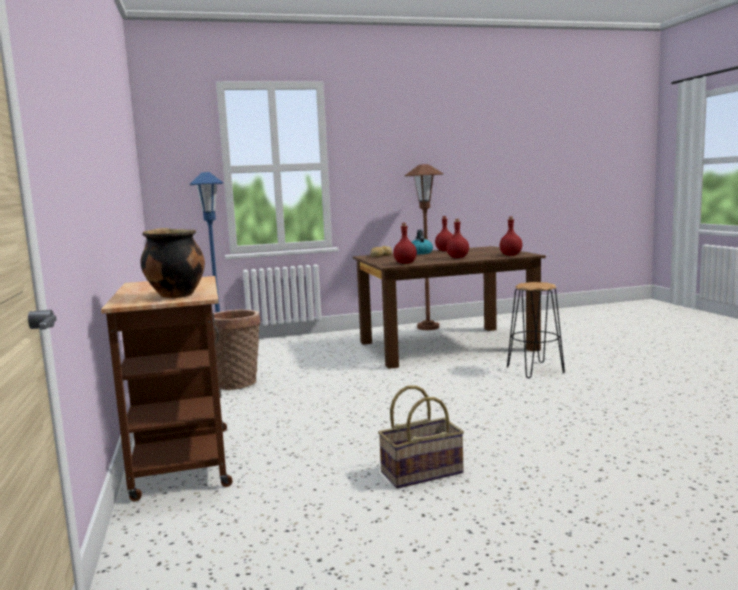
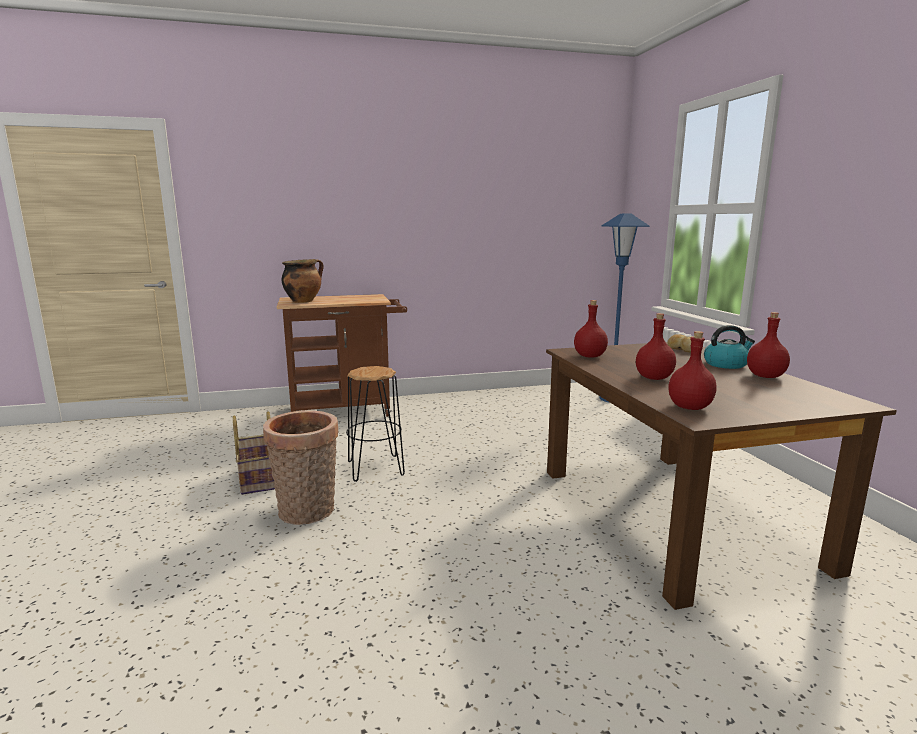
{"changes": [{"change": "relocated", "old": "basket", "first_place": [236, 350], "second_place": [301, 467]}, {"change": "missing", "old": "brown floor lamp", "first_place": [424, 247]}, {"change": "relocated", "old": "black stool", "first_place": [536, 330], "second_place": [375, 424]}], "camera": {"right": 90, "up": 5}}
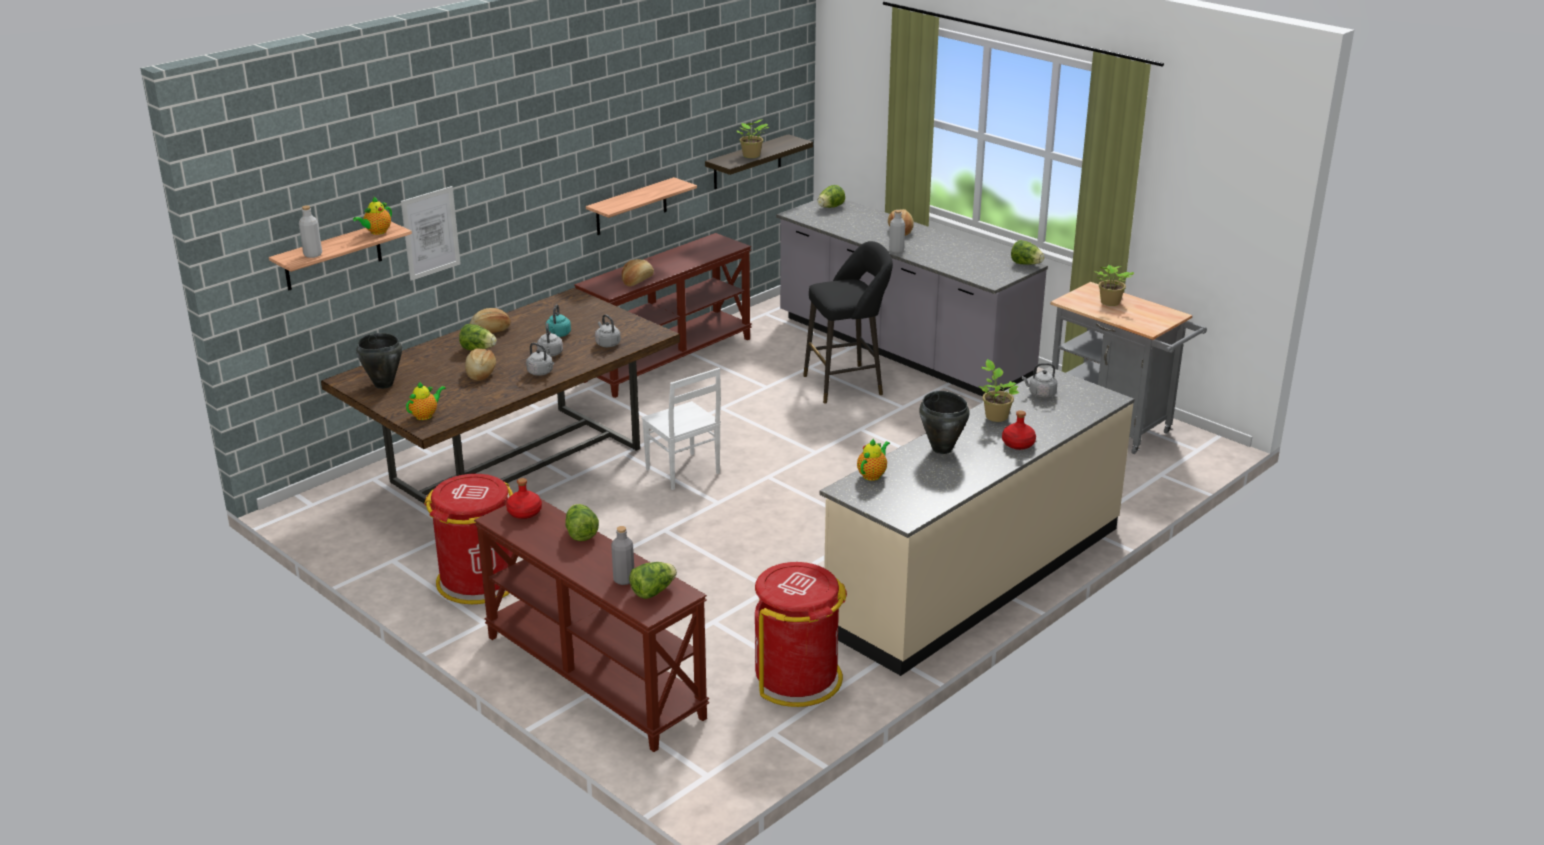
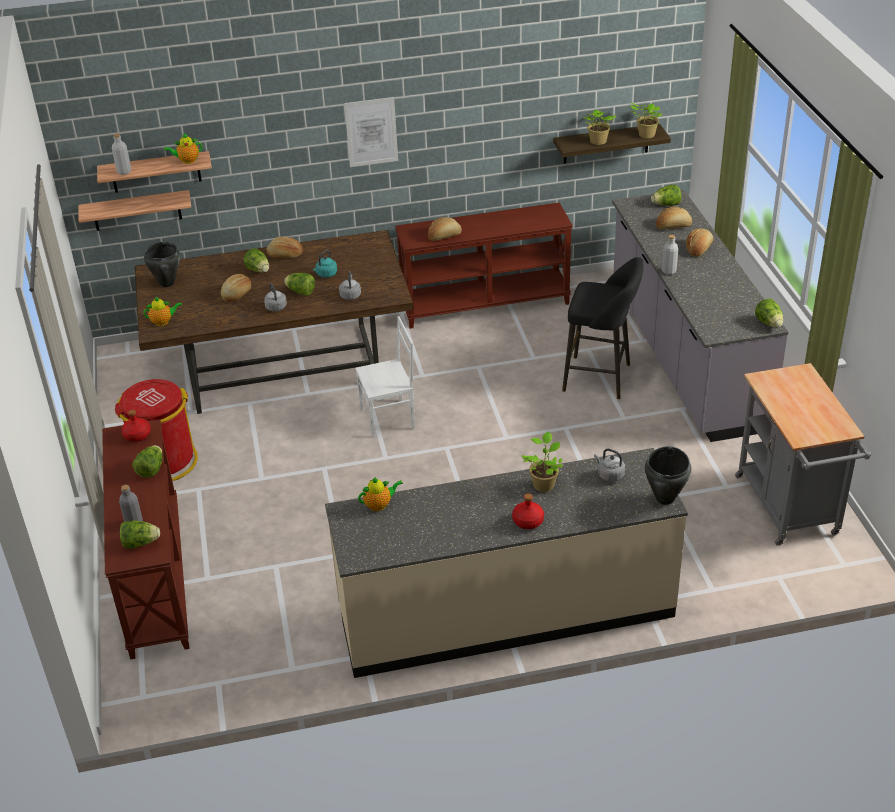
{"changes": [{"change": "relocated", "old": "picture", "first_place": [431, 233], "second_place": [371, 132]}, {"change": "exchanged", "old": "grey kettle", "new": "lettuce", "first_place": [550, 340], "second_place": [299, 284]}, {"change": "relocated", "old": "shelf", "first_place": [641, 206], "second_place": [135, 210]}, {"change": "spun", "old": "white chair", "first_place": [681, 429], "second_place": [385, 377], "degrees": -105}, {"change": "missing", "old": "red trash can", "first_place": [801, 634]}, {"change": "relocated", "old": "black cooking pot", "first_place": [944, 422], "second_place": [668, 475]}, {"change": "relocated", "old": "potted plant", "first_place": [1114, 285], "second_place": [645, 120]}, {"change": "appeared", "new": "bread", "second_place": [674, 218]}], "camera": {"right": 35, "up": 10}}
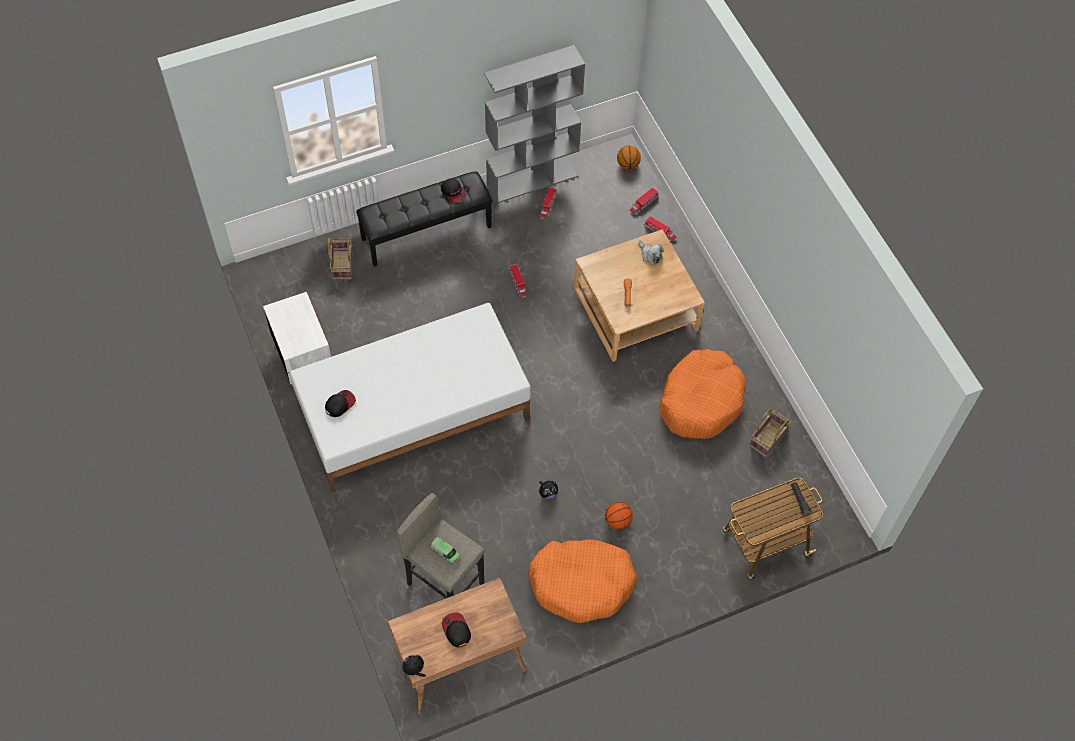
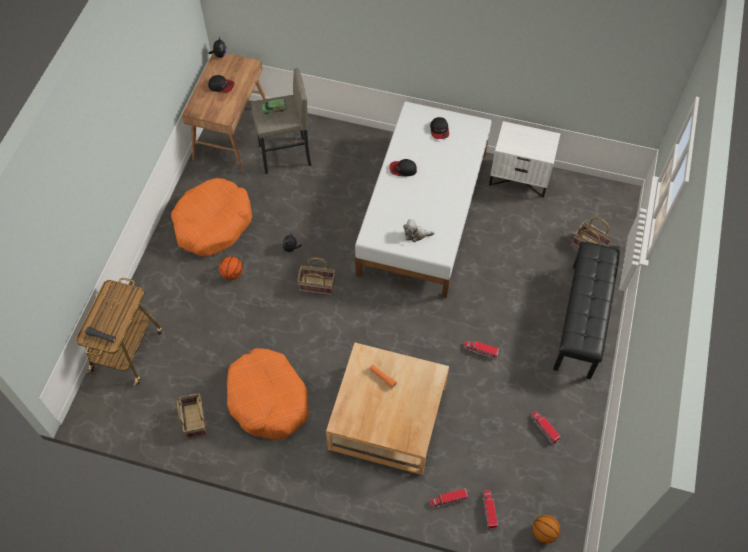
{"changes": [{"change": "relocated", "old": "cap", "first_place": [454, 190], "second_place": [403, 167]}, {"change": "missing", "old": "grey bookcase", "first_place": [534, 124]}, {"change": "relocated", "old": "plush toy", "first_place": [651, 252], "second_place": [419, 230]}, {"change": "appeared", "new": "basket", "second_place": [316, 277]}], "camera": {"right": 130, "up": 0}}
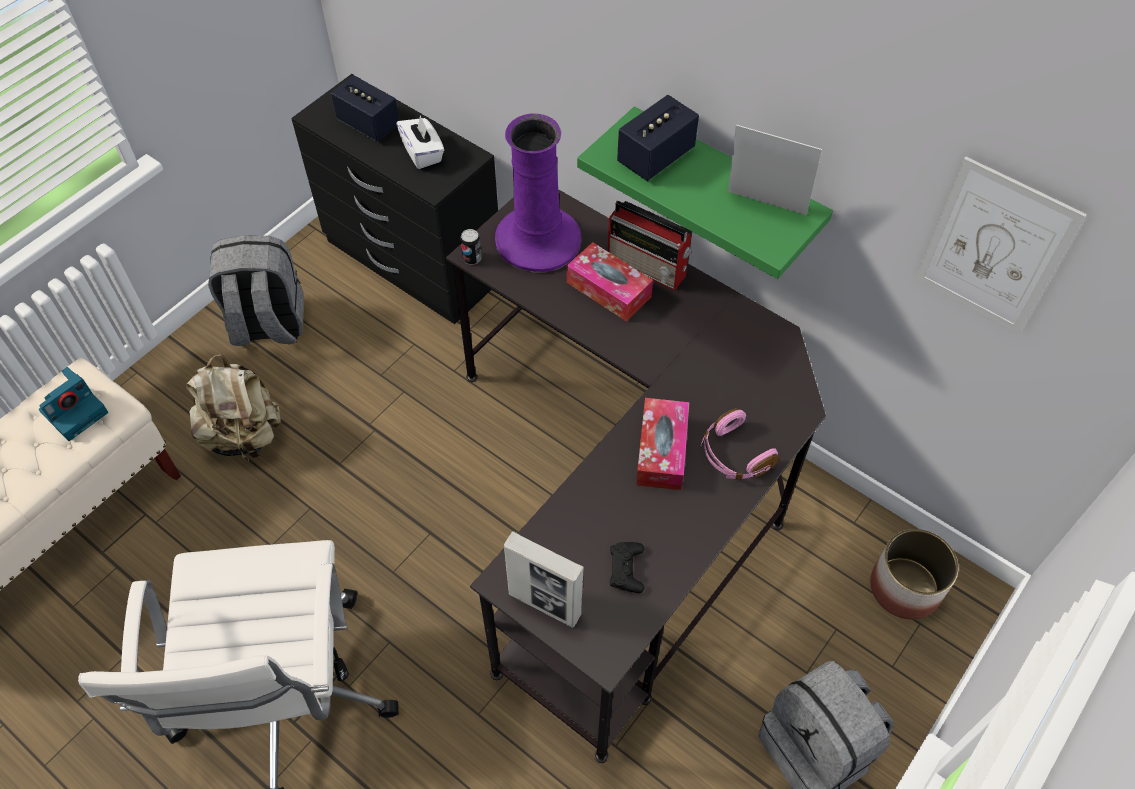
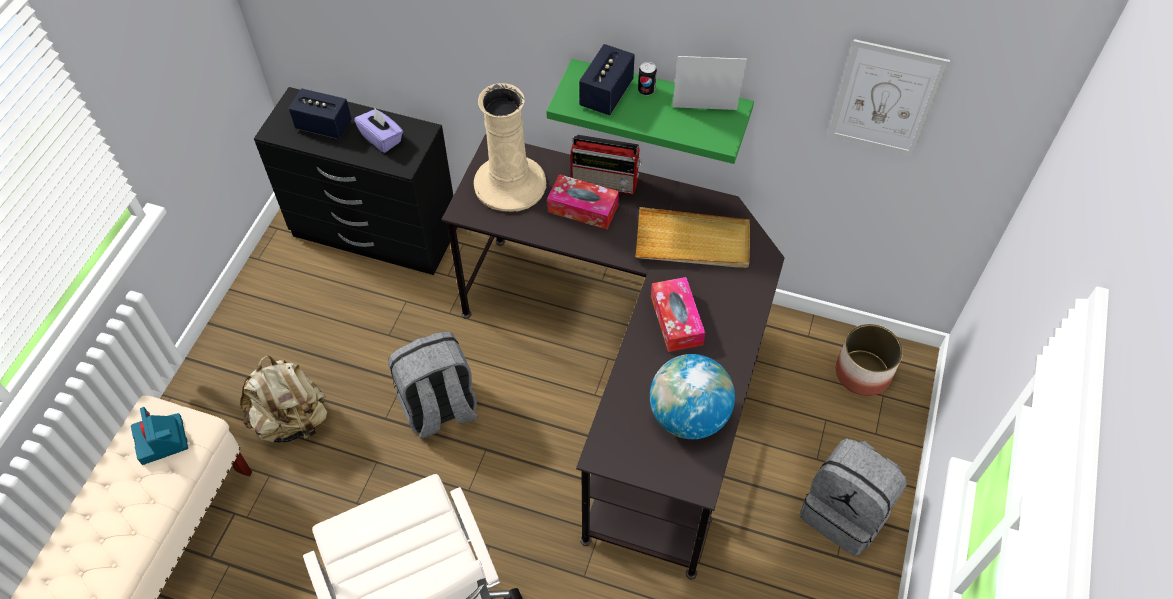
{"changes": [{"change": "spun", "old": "photo camera", "first_place": [73, 404], "second_place": [159, 436], "degrees": 135}, {"change": "relocated", "old": "grey backpack", "first_place": [256, 290], "second_place": [433, 385]}, {"change": "colour", "old": "white tissue box", "new": "purple tissue box", "first_place": [420, 142], "second_place": [378, 130]}, {"change": "relocated", "old": "can", "first_place": [471, 247], "second_place": [647, 79]}, {"change": "colour", "old": "purple vase", "new": "beige vase", "first_place": [538, 193], "second_place": [510, 147]}, {"change": "missing", "old": "picture frame", "first_place": [544, 579]}, {"change": "exchanged", "old": "black game controller", "new": "globe", "first_place": [627, 567], "second_place": [692, 396]}, {"change": "missing", "old": "pink headphones", "first_place": [740, 443]}, {"change": "appeared", "new": "beige tray", "second_place": [692, 237]}], "camera": {"right": -20, "up": 0}}
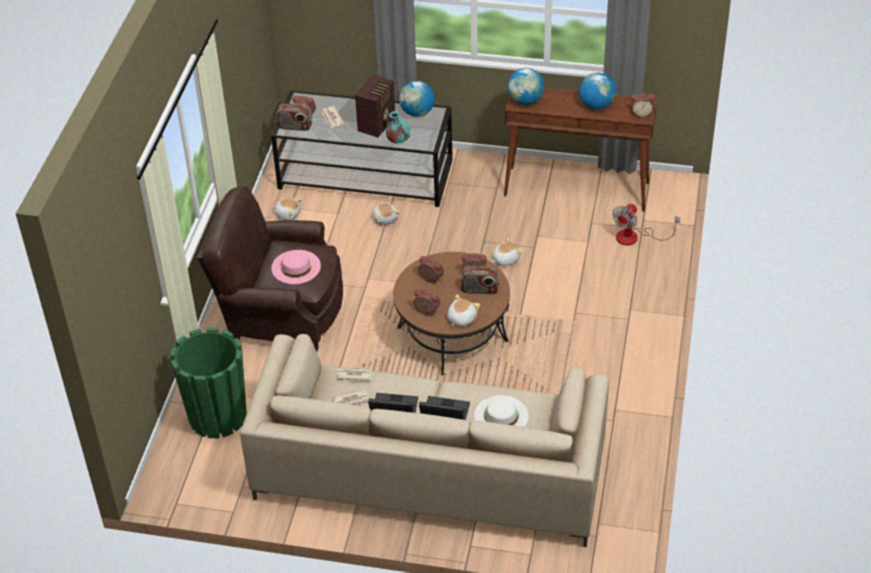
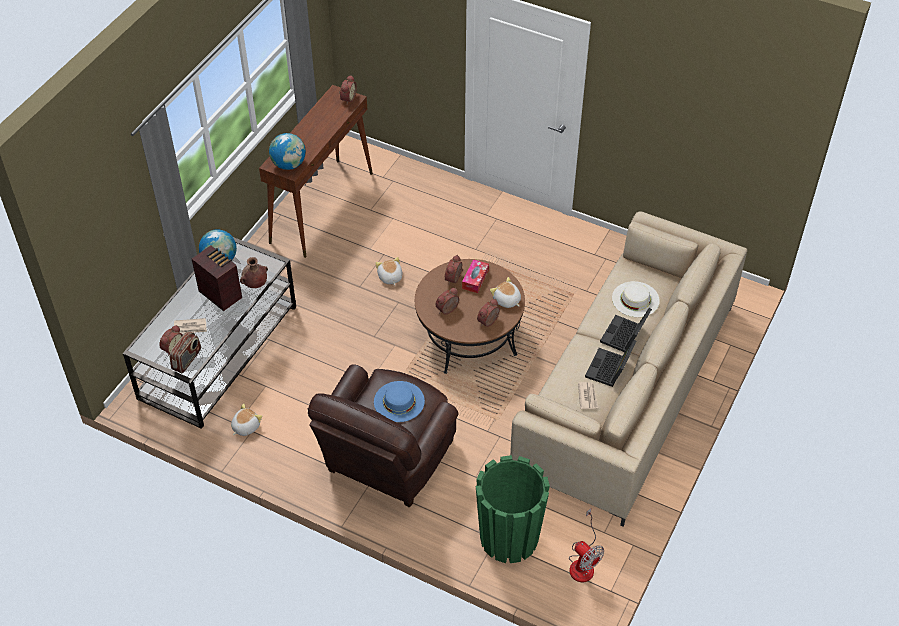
{"changes": [{"change": "colour", "old": "pink hat", "new": "blue hat", "first_place": [296, 267], "second_place": [399, 401]}, {"change": "missing", "old": "newspaper", "first_place": [354, 374]}, {"change": "missing", "old": "plush toy", "first_place": [386, 214]}, {"change": "colour", "old": "turquoise vase", "new": "brown vase", "first_place": [397, 127], "second_place": [254, 272]}, {"change": "exchanged", "old": "radio", "new": "tissue box", "first_place": [479, 280], "second_place": [475, 276]}, {"change": "missing", "old": "globe", "first_place": [597, 91]}, {"change": "relocated", "old": "fan", "first_place": [646, 225], "second_place": [586, 545]}], "camera": {"right": -75, "up": 5}}
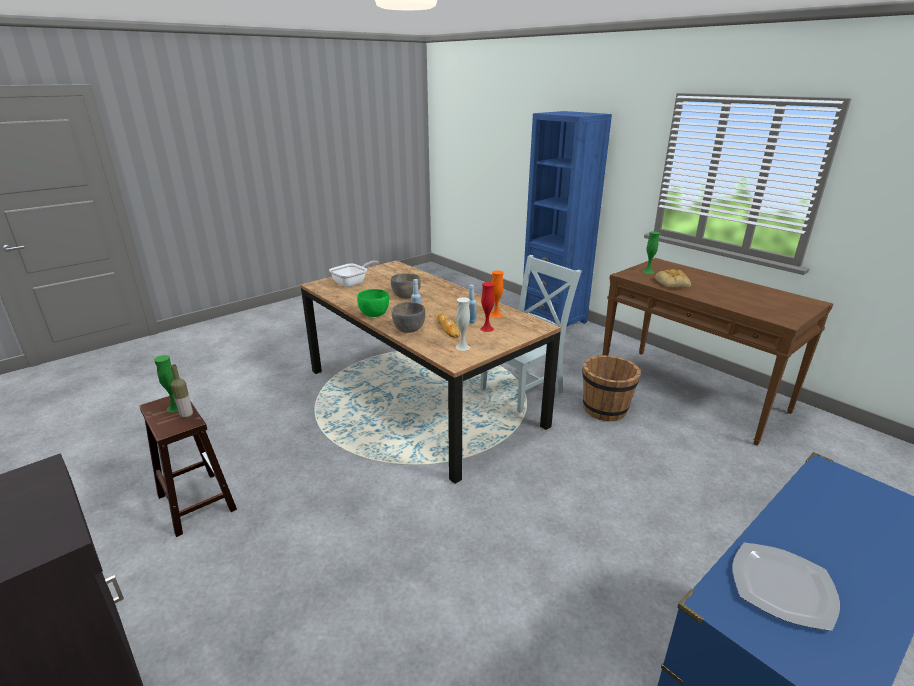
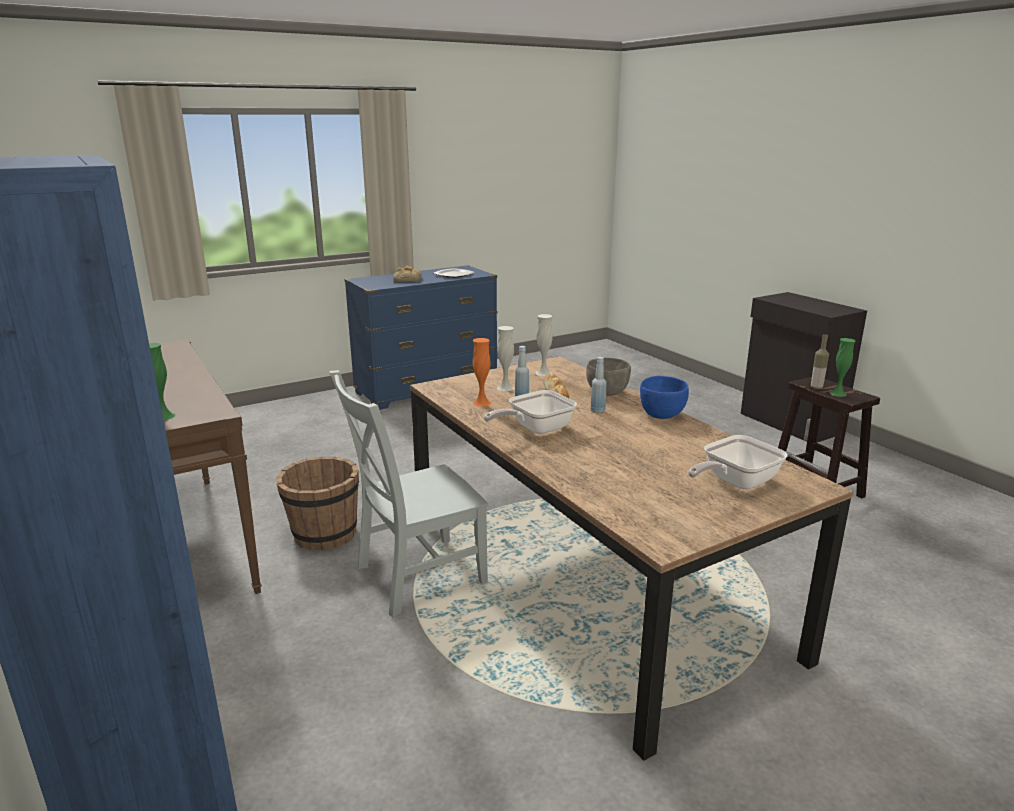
{"changes": [{"change": "colour", "old": "green bowl", "new": "blue bowl", "first_place": [373, 303], "second_place": [664, 397]}, {"change": "missing", "old": "grey bowl", "first_place": [406, 286]}, {"change": "colour", "old": "red vase", "new": "white vase", "first_place": [487, 307], "second_place": [506, 358]}, {"change": "relocated", "old": "bread", "first_place": [673, 278], "second_place": [407, 274]}, {"change": "appeared", "new": "frying pan", "second_place": [530, 412]}], "camera": {"right": -170, "up": -5}}
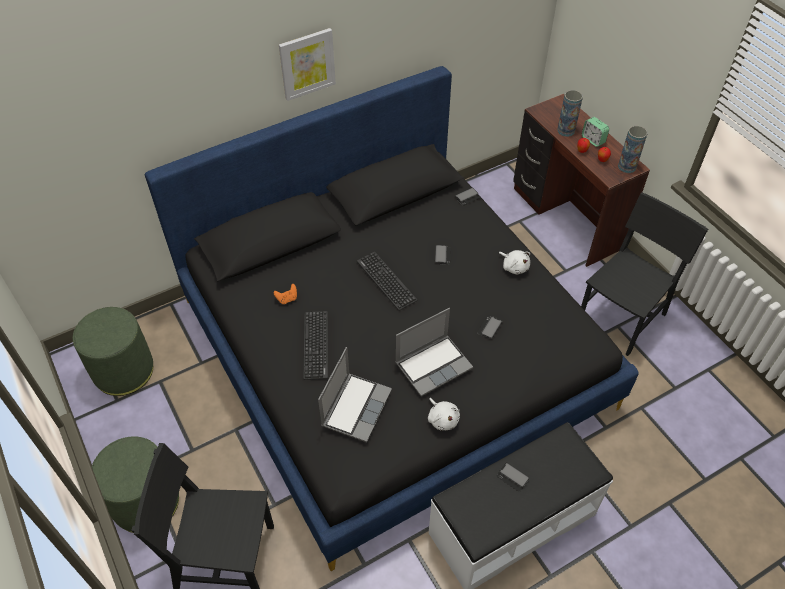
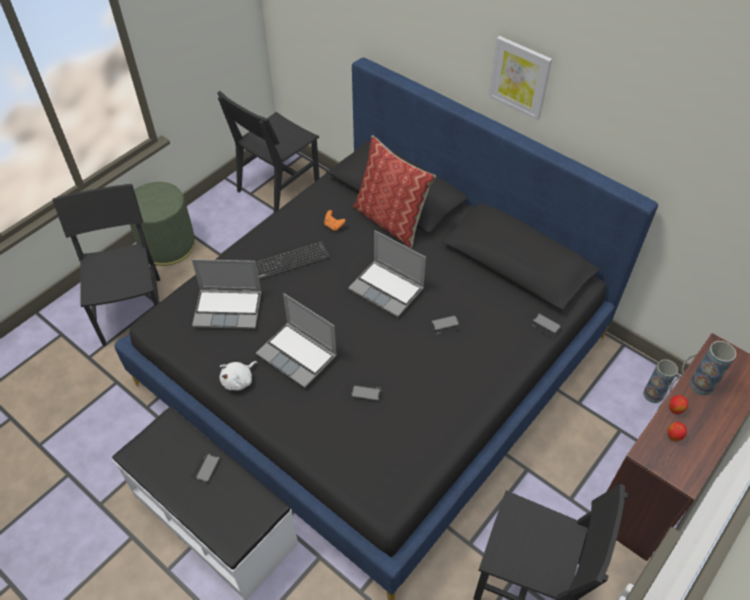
{"changes": [{"change": "exchanged", "old": "green ottoman", "new": "black chair", "first_place": [113, 351], "second_place": [268, 152]}, {"change": "exchanged", "old": "keyboard", "new": "laptop", "first_place": [387, 281], "second_place": [387, 273]}, {"change": "missing", "old": "white plush toy", "first_place": [514, 262]}, {"change": "missing", "old": "alarm clock", "first_place": [595, 132]}, {"change": "relocated", "old": "vase", "first_place": [633, 149], "second_place": [660, 381]}, {"change": "appeared", "new": "pillow", "second_place": [394, 191]}], "camera": {"right": 70, "up": 0}}
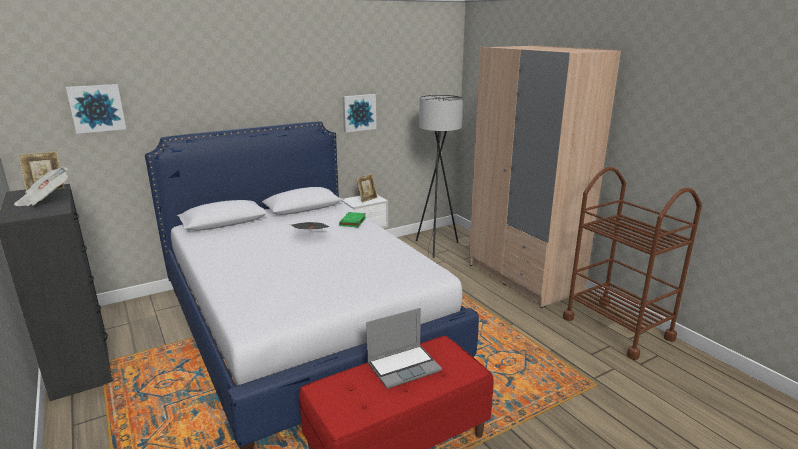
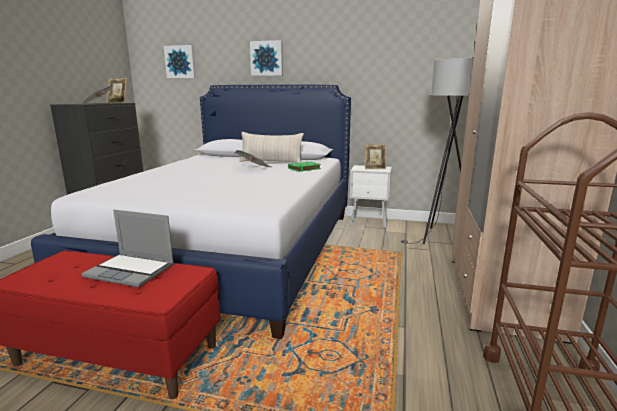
{"changes": [{"change": "relocated", "old": "picture", "first_place": [359, 113], "second_place": [266, 58]}, {"change": "appeared", "new": "beige pillow", "second_place": [271, 147]}], "camera": {"right": 45, "up": -5}}
